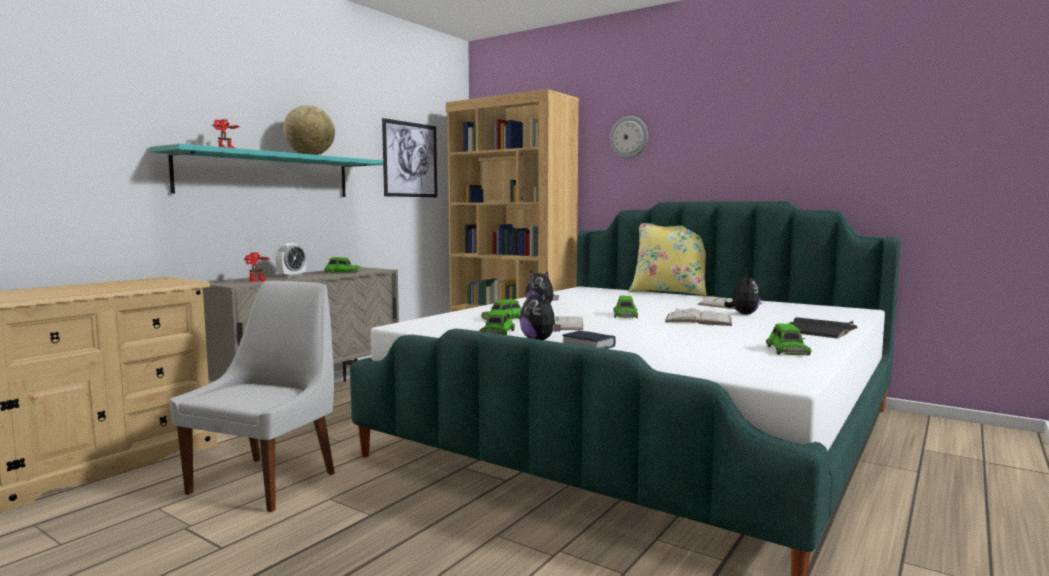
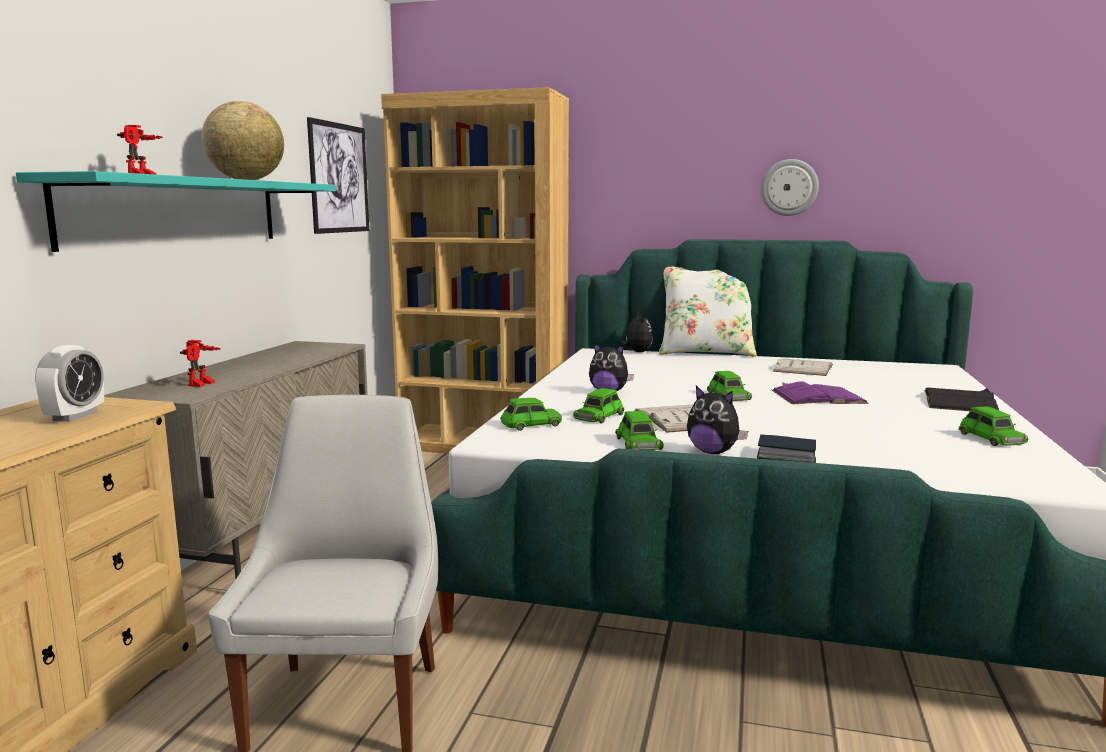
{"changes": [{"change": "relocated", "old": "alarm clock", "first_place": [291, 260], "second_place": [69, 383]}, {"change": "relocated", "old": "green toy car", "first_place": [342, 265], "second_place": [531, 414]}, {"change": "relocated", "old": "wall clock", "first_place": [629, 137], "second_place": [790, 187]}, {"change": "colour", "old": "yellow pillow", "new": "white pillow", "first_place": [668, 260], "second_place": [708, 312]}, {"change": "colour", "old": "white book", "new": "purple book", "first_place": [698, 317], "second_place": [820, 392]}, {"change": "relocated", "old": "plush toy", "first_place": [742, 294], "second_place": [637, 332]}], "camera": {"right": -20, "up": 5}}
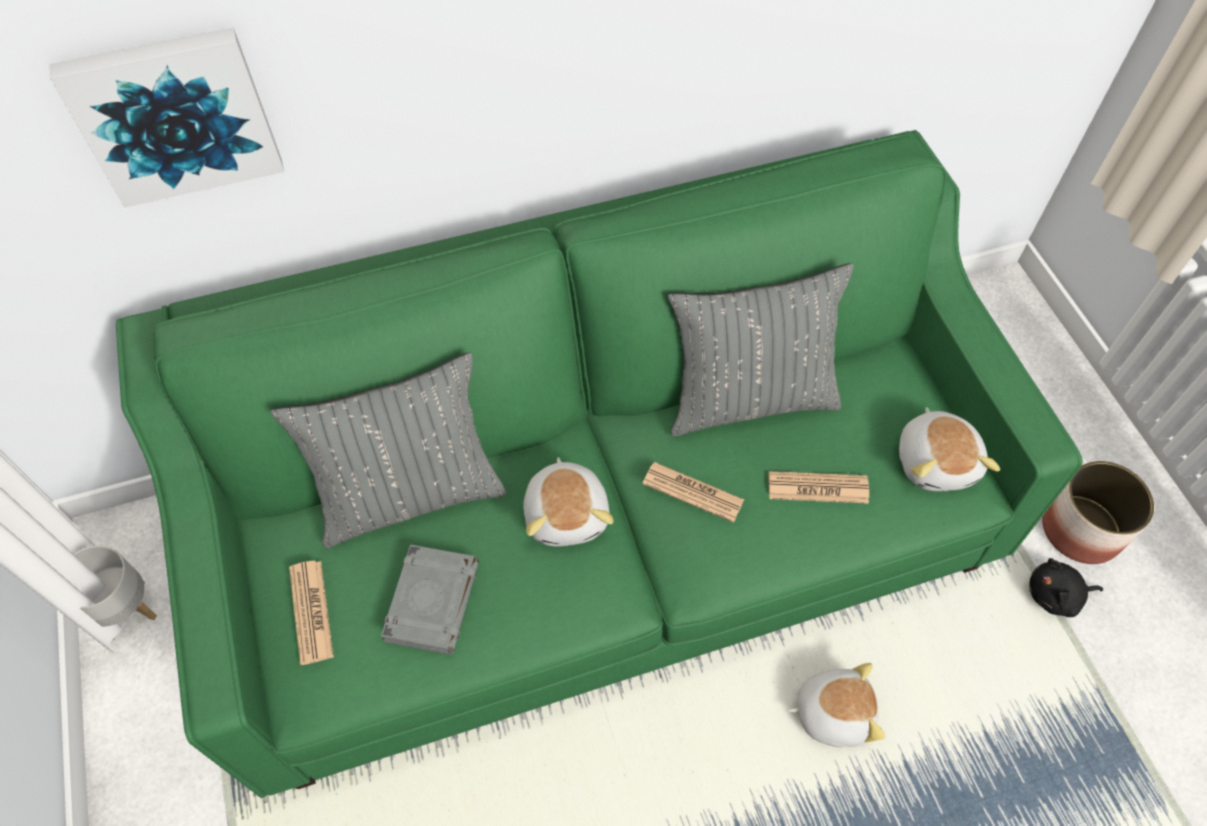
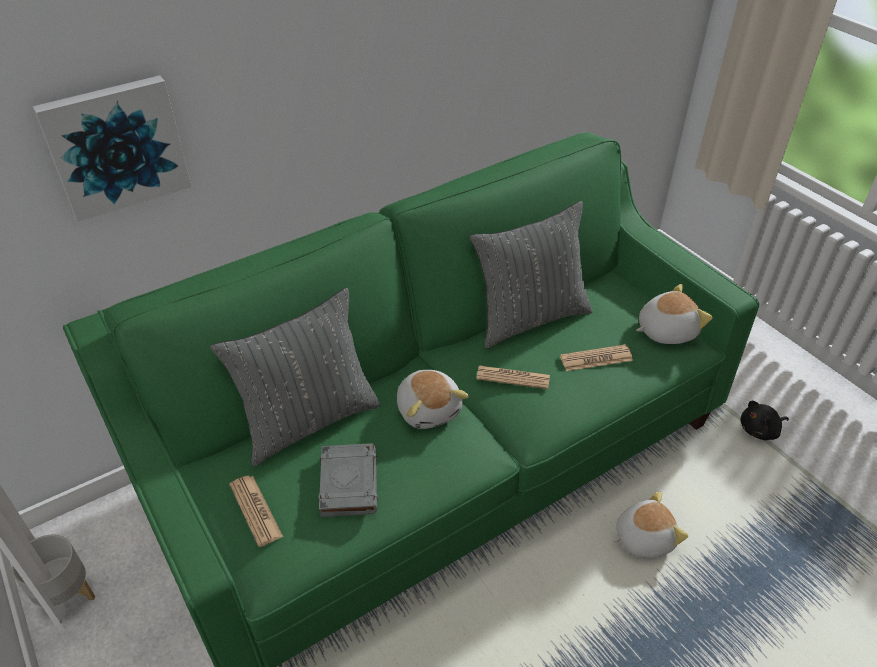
{"changes": [{"change": "spun", "old": "plush toy", "first_place": [949, 449], "second_place": [674, 314], "degrees": -90}, {"change": "missing", "old": "planter", "first_place": [1098, 512]}], "camera": {"right": -15, "up": -15}}
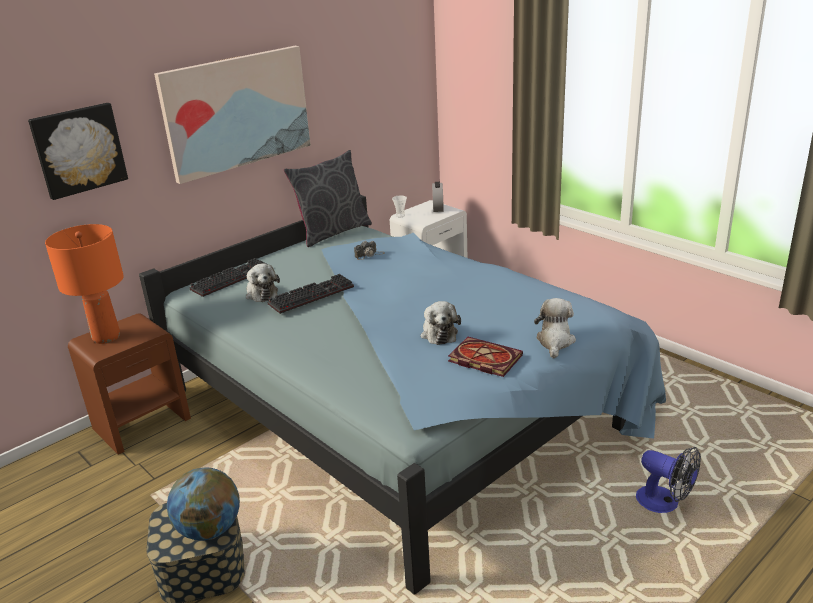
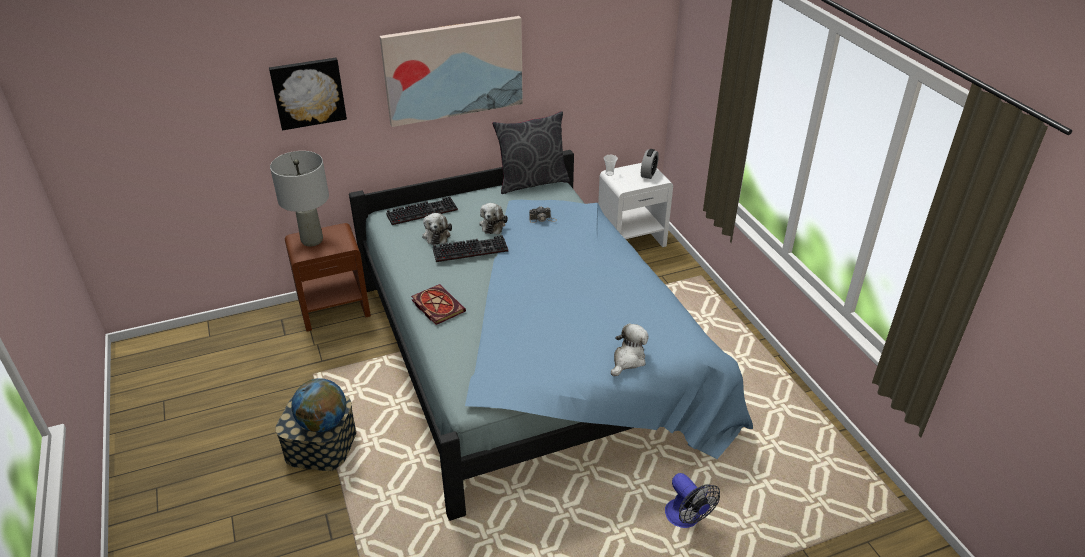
{"changes": [{"change": "colour", "old": "orange table lamp", "new": "grey table lamp", "first_place": [84, 284], "second_place": [299, 198]}, {"change": "relocated", "old": "plush toy", "first_place": [441, 323], "second_place": [493, 218]}, {"change": "relocated", "old": "book", "first_place": [485, 357], "second_place": [438, 304]}], "camera": {"right": 20, "up": 10}}
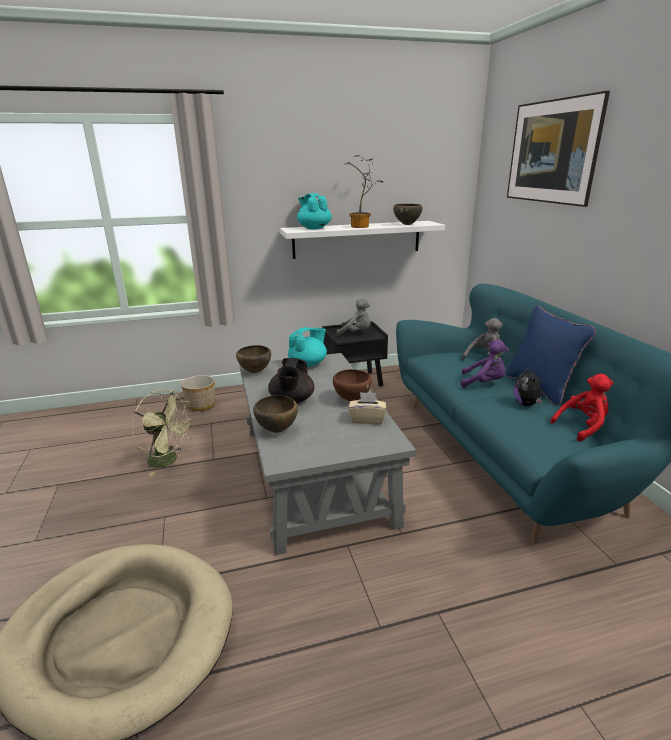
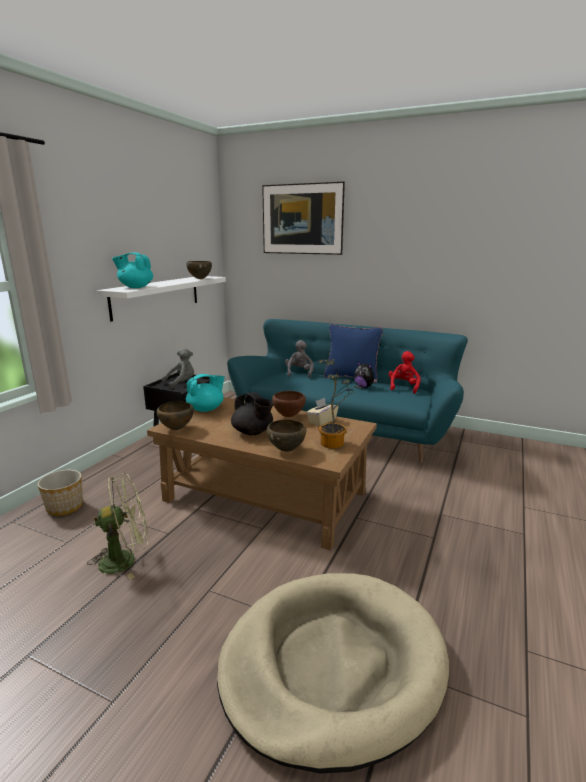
{"changes": [{"change": "colour", "old": "grey coffee table", "new": "brown coffee table", "first_place": [328, 454], "second_place": [262, 473]}, {"change": "spun", "old": "turquoise teapot", "first_place": [307, 347], "second_place": [205, 393], "degrees": 60}, {"change": "relocated", "old": "potted plant", "first_place": [364, 191], "second_place": [340, 404]}, {"change": "missing", "old": "purple plush toy", "first_place": [485, 364]}], "camera": {"right": -50, "up": -5}}
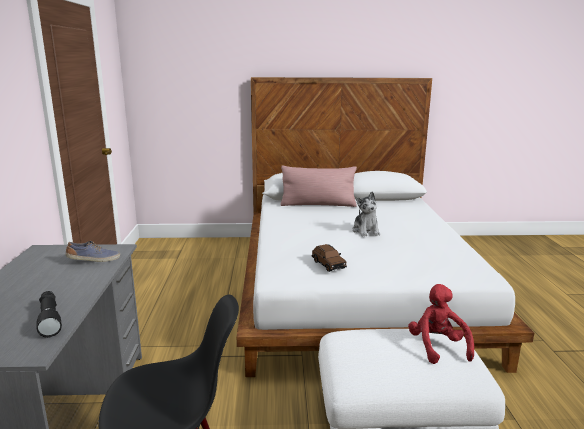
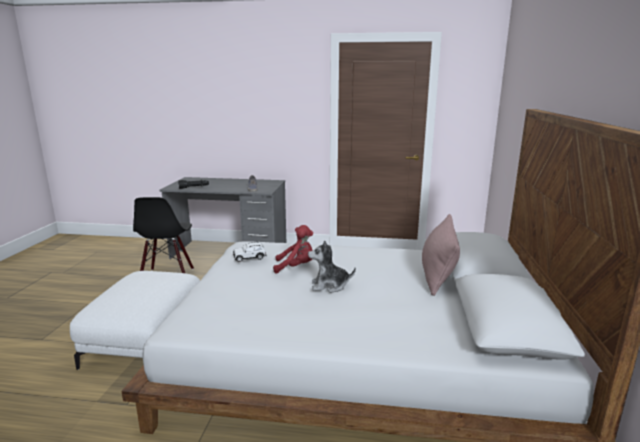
{"changes": [{"change": "colour", "old": "brown toy car", "new": "white toy car", "first_place": [329, 258], "second_place": [250, 252]}, {"change": "relocated", "old": "red plush toy", "first_place": [441, 324], "second_place": [293, 249]}], "camera": {"right": 100, "up": 0}}
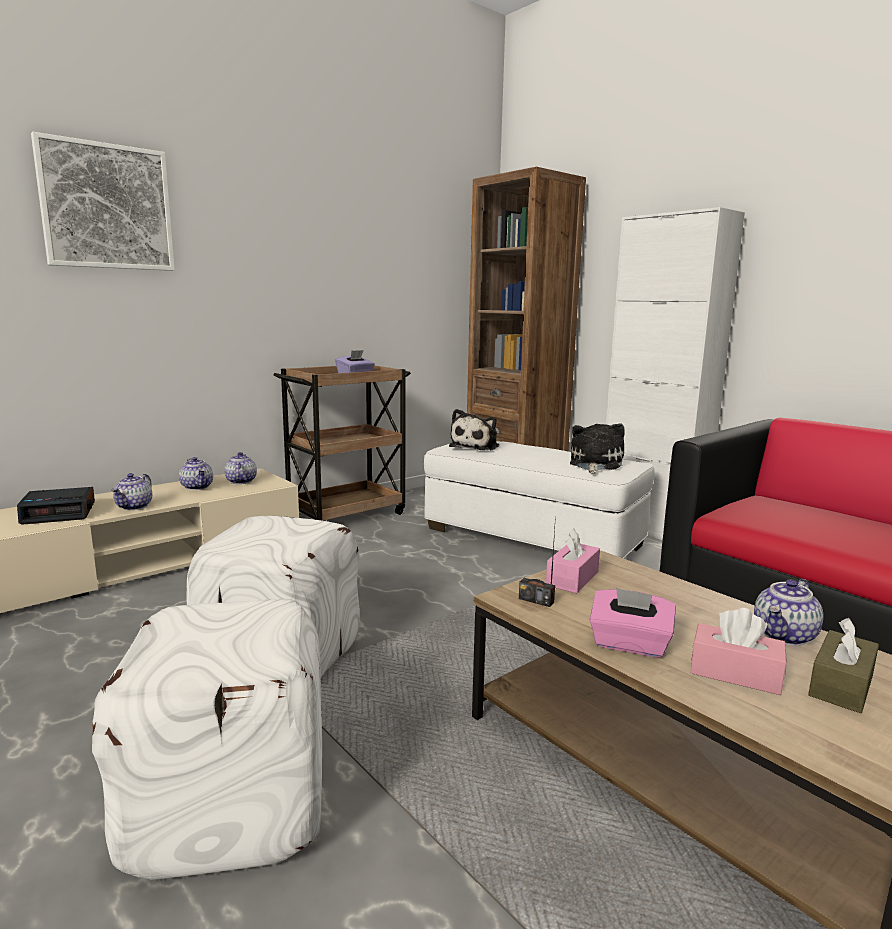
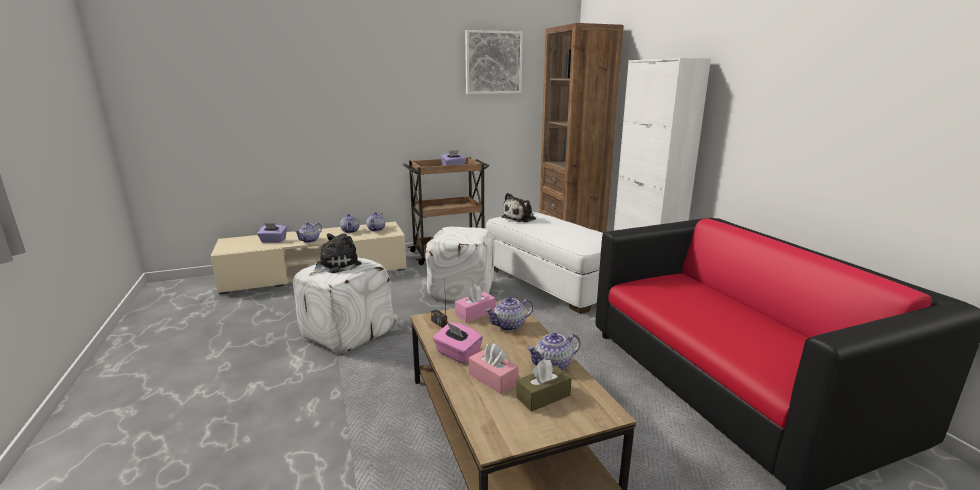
{"changes": [{"change": "exchanged", "old": "alarm clock", "new": "purple tissue box", "first_place": [56, 506], "second_place": [272, 233]}, {"change": "relocated", "old": "picture", "first_place": [103, 201], "second_place": [494, 62]}, {"change": "relocated", "old": "white ottoman", "first_place": [207, 739], "second_place": [460, 264]}, {"change": "relocated", "old": "plush toy", "first_place": [597, 448], "second_place": [335, 254]}, {"change": "appeared", "new": "teapot", "second_place": [509, 314]}], "camera": {"right": 20, "up": 5}}
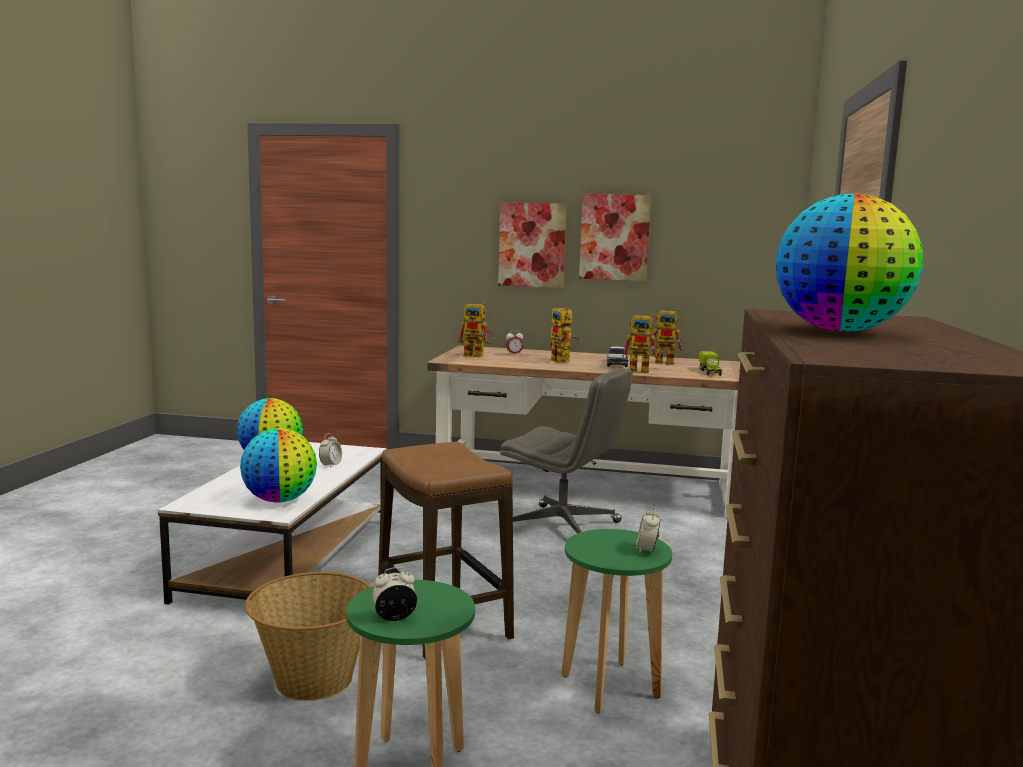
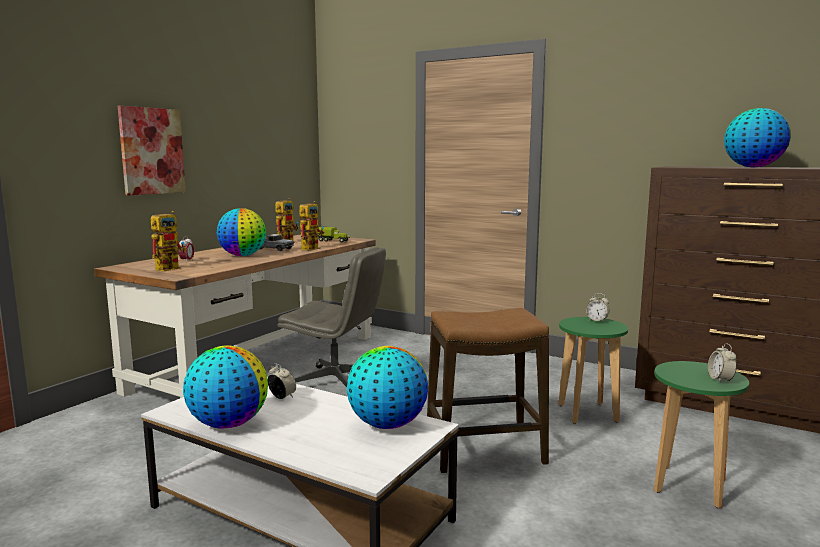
{"changes": [{"change": "missing", "old": "basket", "first_place": [308, 636]}, {"change": "spun", "old": "grey office chair", "first_place": [566, 450], "second_place": [332, 317], "degrees": 60}, {"change": "exchanged", "old": "toy robot", "new": "globe", "first_place": [565, 335], "second_place": [241, 232]}, {"change": "missing", "old": "picture", "first_place": [615, 237]}], "camera": {"right": -70, "up": 0}}
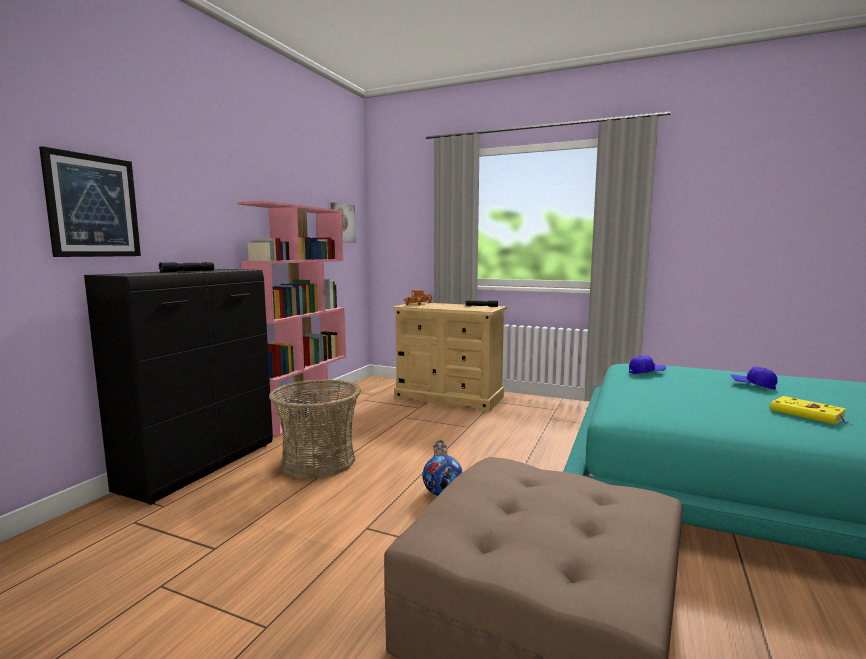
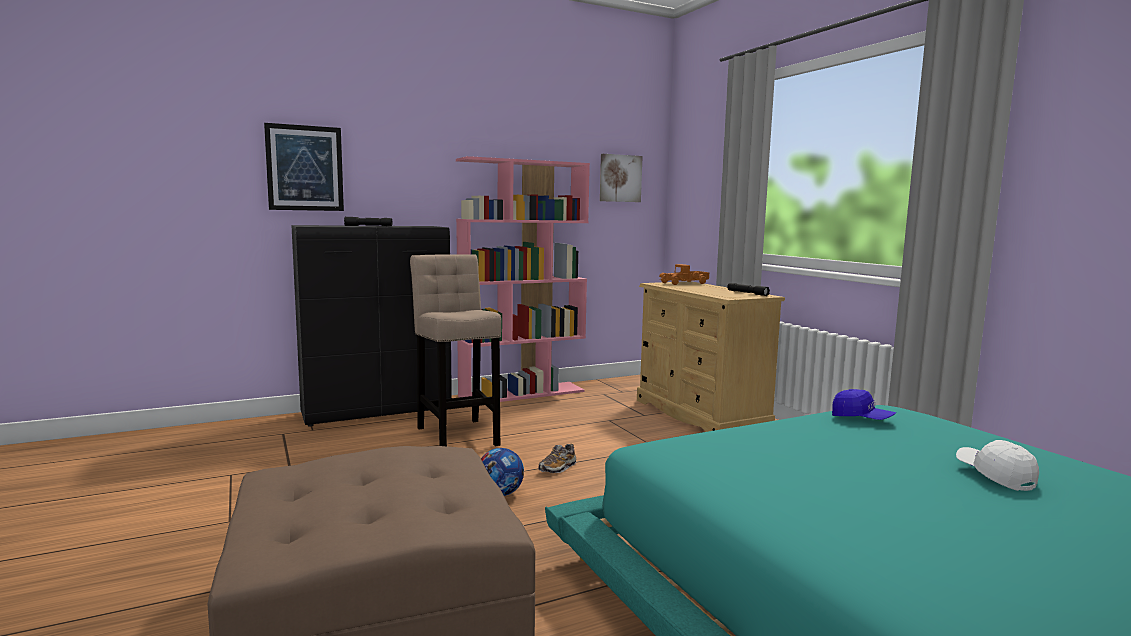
{"changes": [{"change": "exchanged", "old": "basket", "new": "beige stool", "first_place": [315, 429], "second_place": [455, 350]}, {"change": "colour", "old": "blue cap", "new": "white cap", "first_place": [754, 378], "second_place": [997, 465]}, {"change": "missing", "old": "yellow book", "first_place": [811, 411]}], "camera": {"right": 40, "up": 0}}
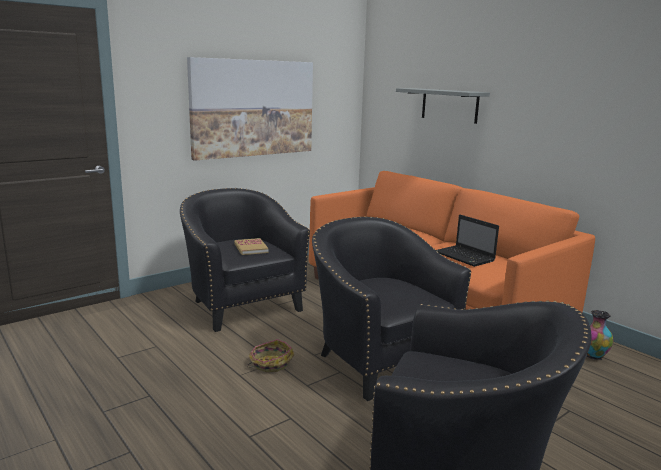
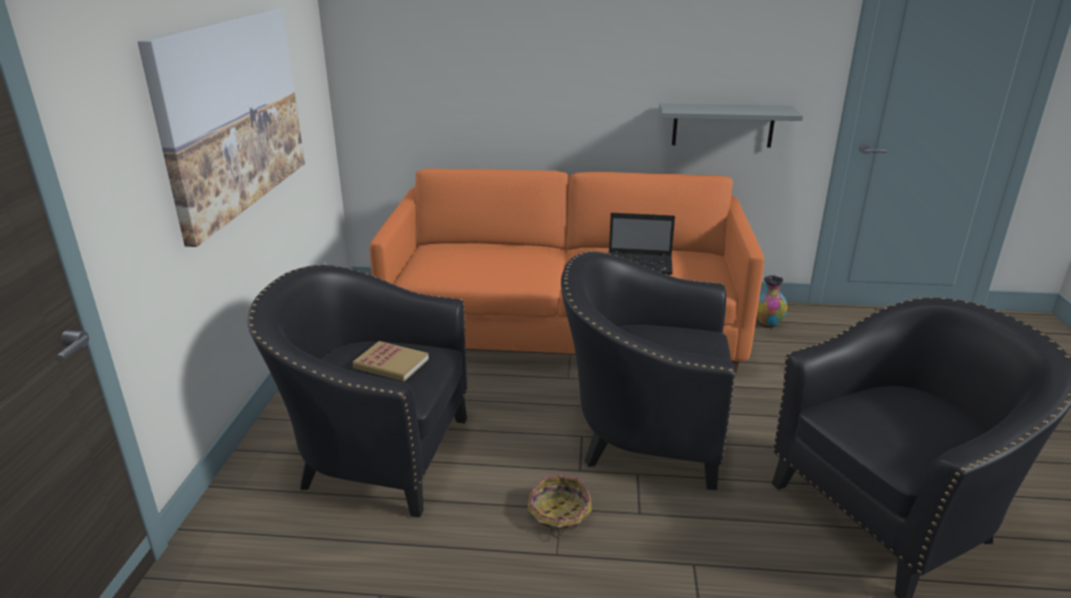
{"changes": [{"change": "relocated", "old": "grey shelf", "first_place": [443, 106], "second_place": [731, 125]}], "camera": {"right": -45, "up": 10}}
